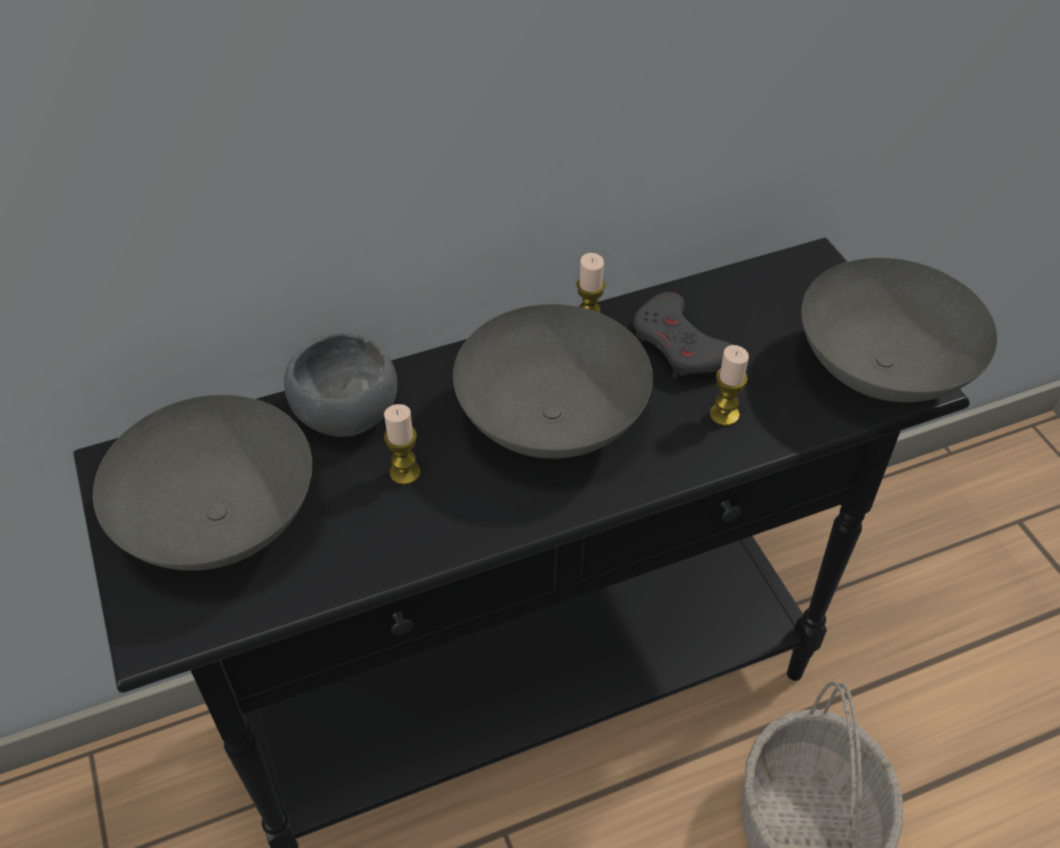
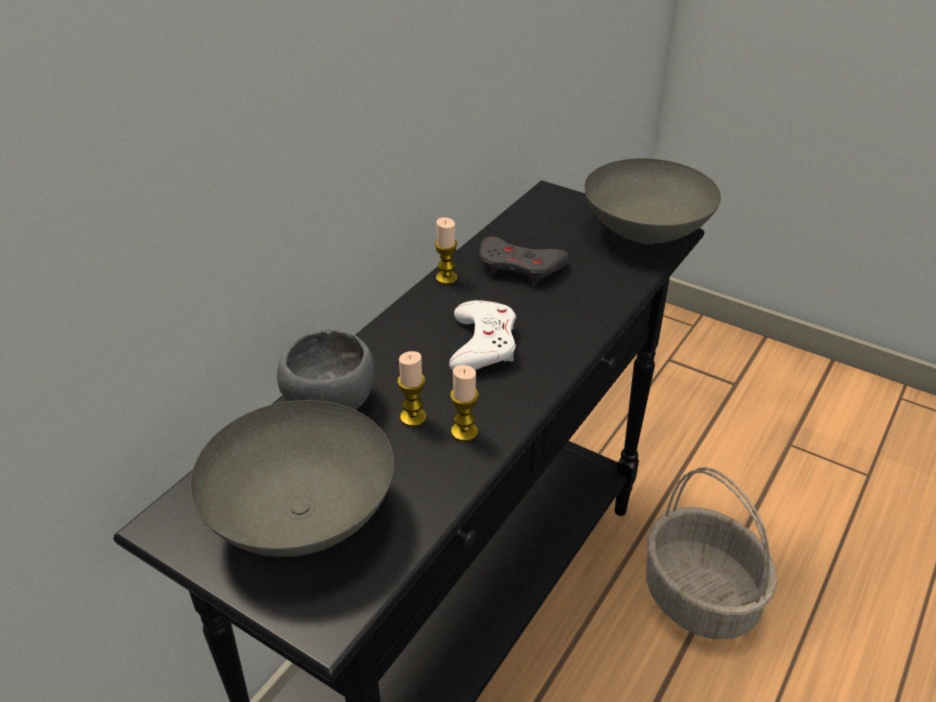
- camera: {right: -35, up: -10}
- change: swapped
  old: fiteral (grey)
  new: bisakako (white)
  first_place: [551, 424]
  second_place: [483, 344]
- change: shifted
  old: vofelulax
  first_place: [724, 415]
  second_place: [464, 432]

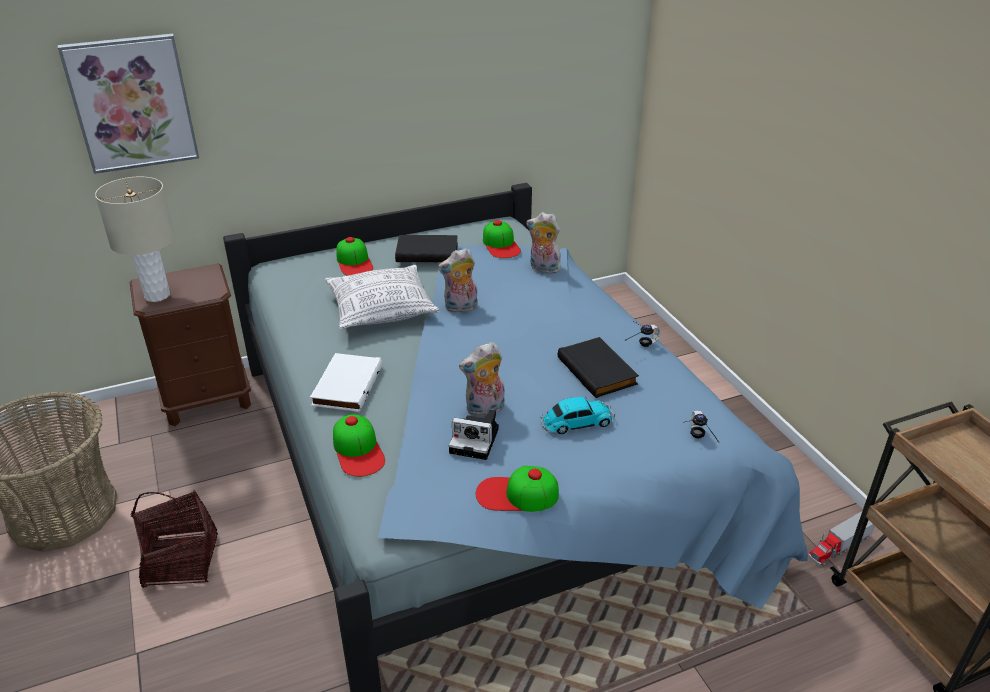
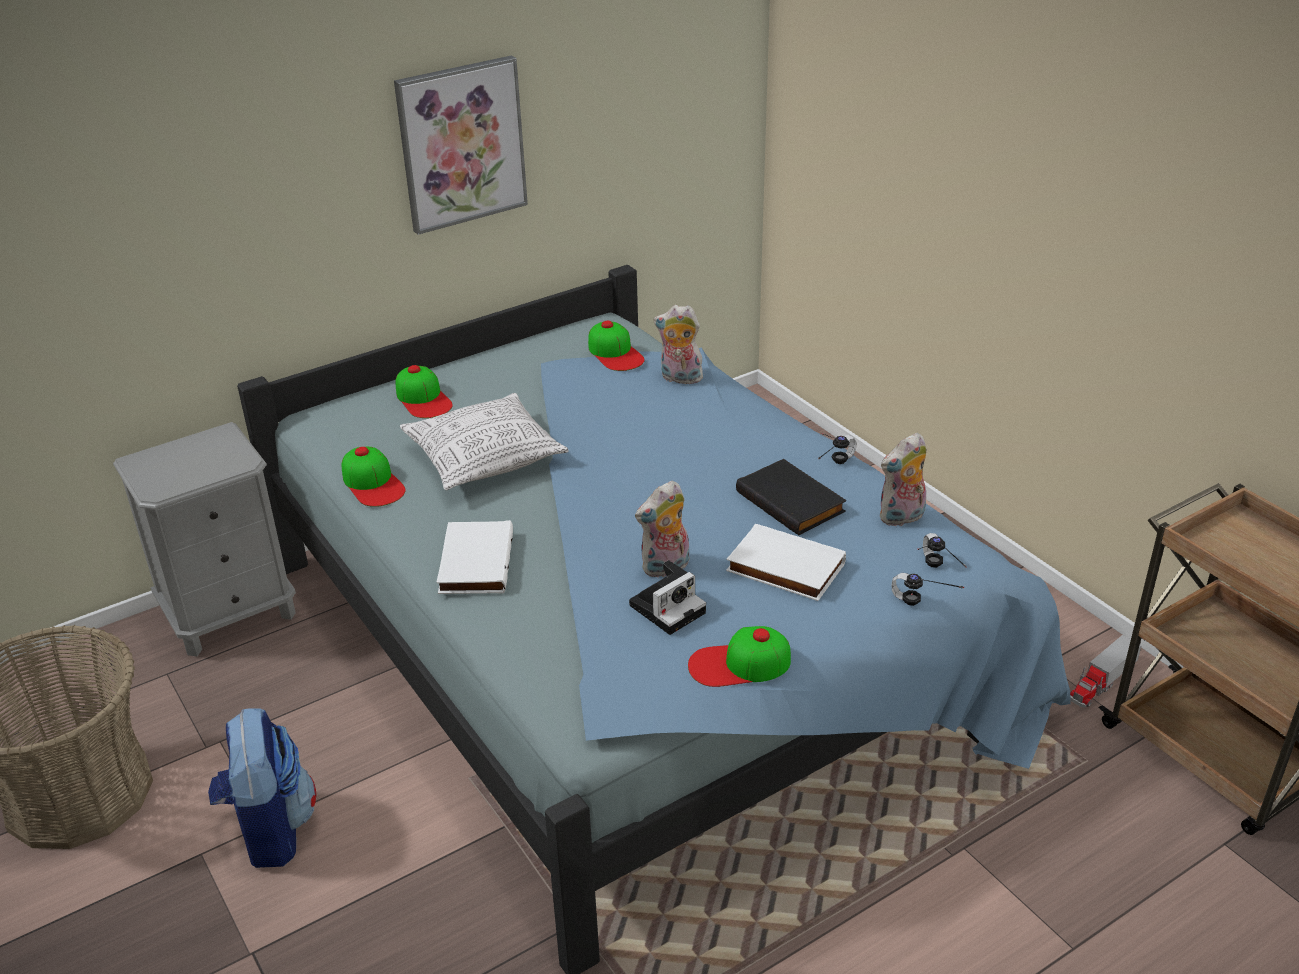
- camera: {right: -10, up: 0}
- change: repainted
  old: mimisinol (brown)
  new: mimisinol (grey)
  first_place: [207, 399]
  second_place: [230, 614]
- change: swapped
  old: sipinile
  new: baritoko
  first_place: [181, 560]
  second_place: [270, 829]
- change: shifted
  old: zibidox
  first_place: [358, 450]
  second_place: [373, 483]
- change: shifted
  old: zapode
  first_place: [132, 103]
  second_place: [461, 144]
- change: rotated
  old: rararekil
  first_place: [476, 440]
  second_place: [668, 607]
  degrees: -45
- change: swapped
  old: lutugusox
  new: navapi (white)
  first_place: [576, 423]
  second_place: [783, 569]
- change: shifted
  old: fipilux
  first_place: [460, 308]
  second_place: [902, 518]
- change: new
  new: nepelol
  second_place: [920, 609]
- change: gone
  old: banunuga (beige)
  first_place: [157, 295]
- change: gone
  old: navapi (black)
  first_place: [427, 252]

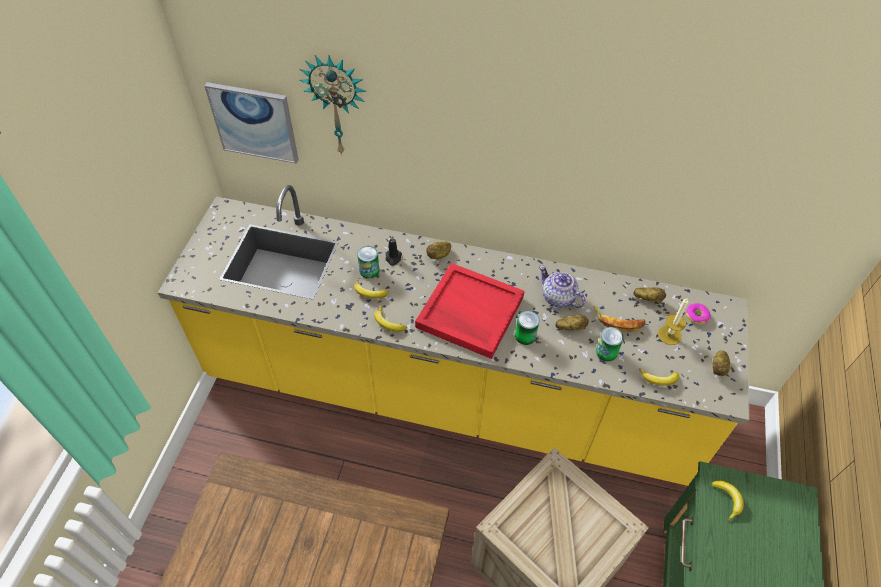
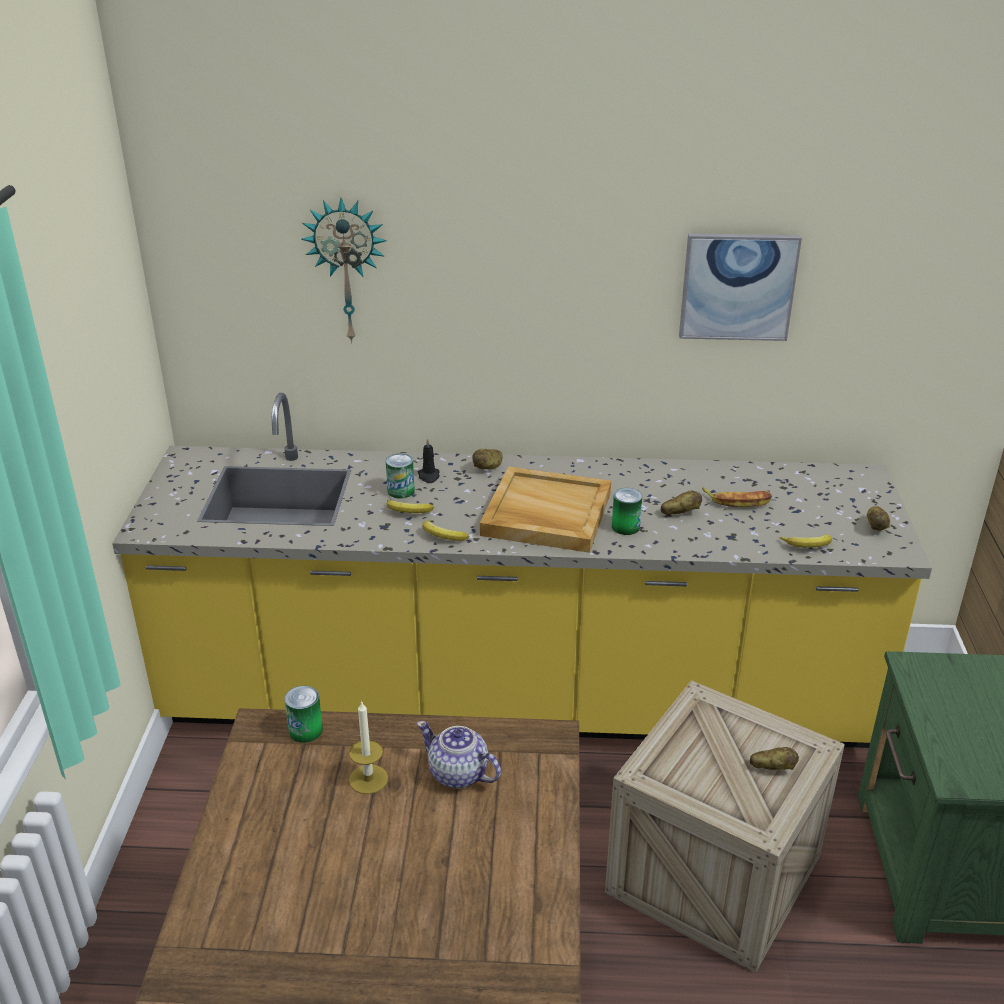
- camera: {right: -10, up: -20}
- change: shifted
  old: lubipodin
  first_place: [606, 352]
  second_place: [305, 730]
- change: shifted
  old: vofelulax
  first_place: [669, 335]
  second_place: [368, 779]
- change: shifted
  old: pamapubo
  first_place: [558, 298]
  second_place: [458, 774]
- change: repainted
  old: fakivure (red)
  new: fakivure (beige)
  first_place: [469, 312]
  second_place: [545, 514]
- change: shifted
  old: zapode
  first_place: [254, 122]
  second_place: [738, 286]
- change: shifted
  old: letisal
  first_place: [647, 299]
  second_place: [772, 768]
- change: gone
  old: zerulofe
  first_place: [696, 316]
- change: gone
  old: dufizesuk
  first_place: [727, 499]

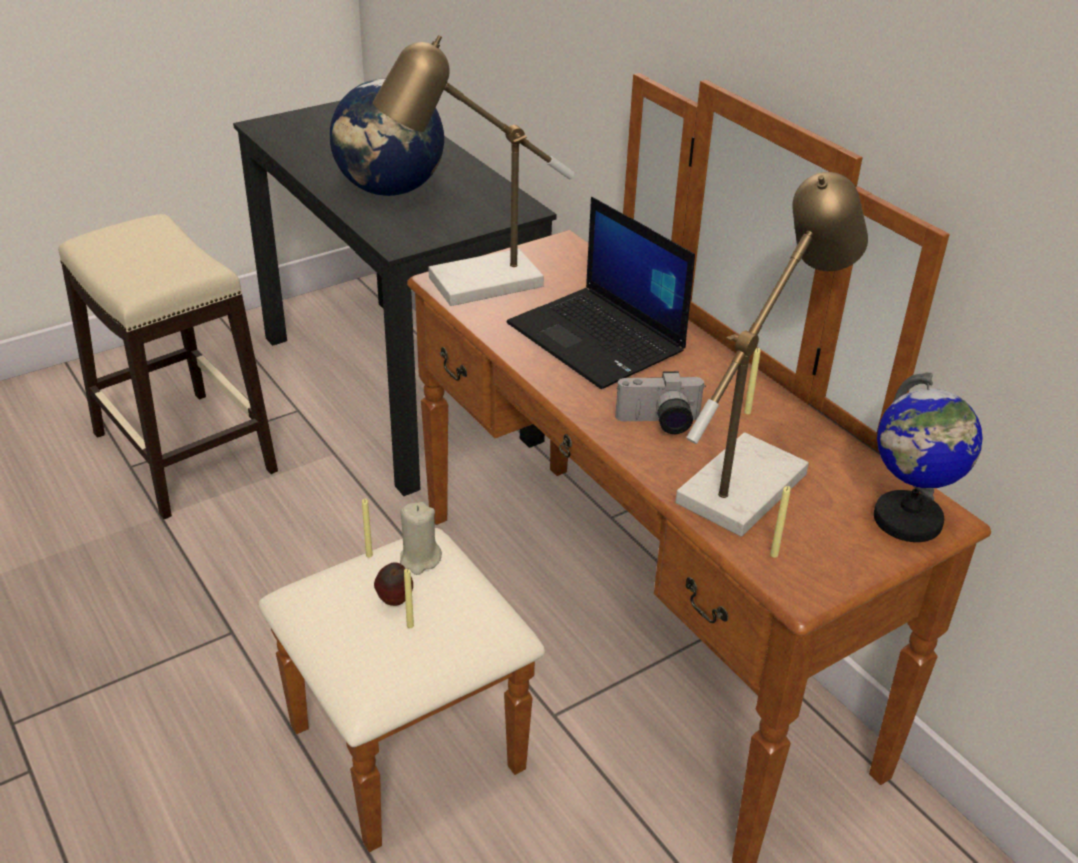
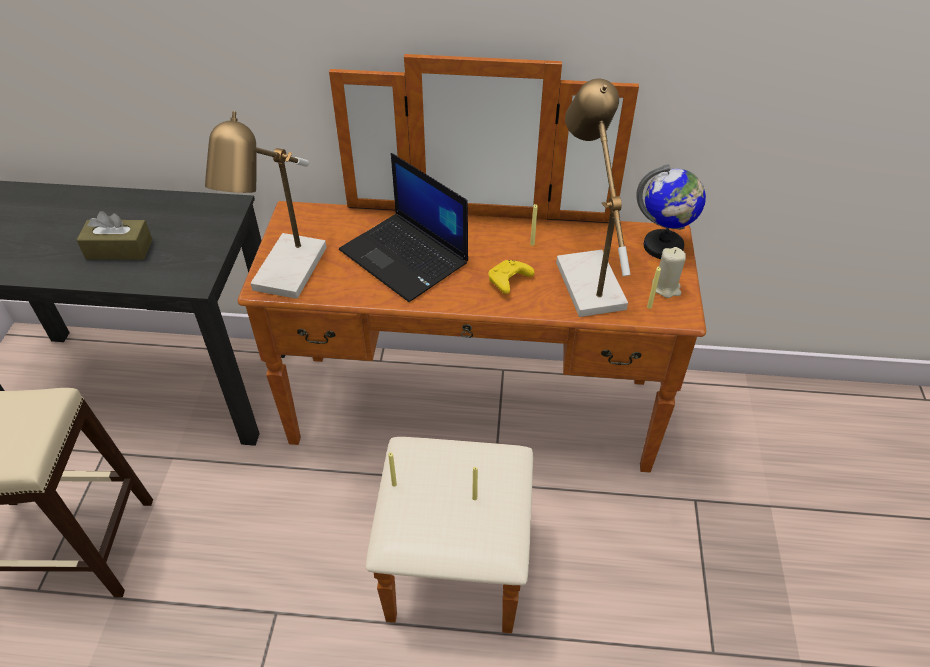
- camera: {right: -50, up: 10}
- change: swapped
  old: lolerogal
  new: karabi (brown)
  first_place: [390, 190]
  second_place: [119, 249]
- change: rotated
  old: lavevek
  first_place: [598, 338]
  second_place: [406, 257]
  degrees: 45
- change: swapped
  old: rararekil
  new: bisakako (yellow)
  first_place: [659, 423]
  second_place: [508, 282]
- change: shifted
  old: vofelulax (beige)
  first_place: [419, 559]
  second_place: [666, 288]
- change: gone
  old: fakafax
  first_place: [394, 602]

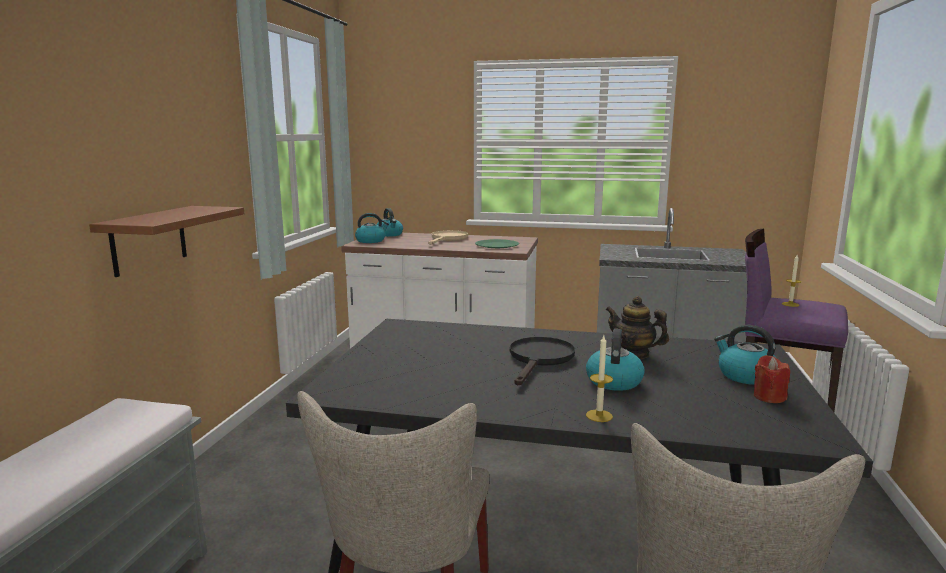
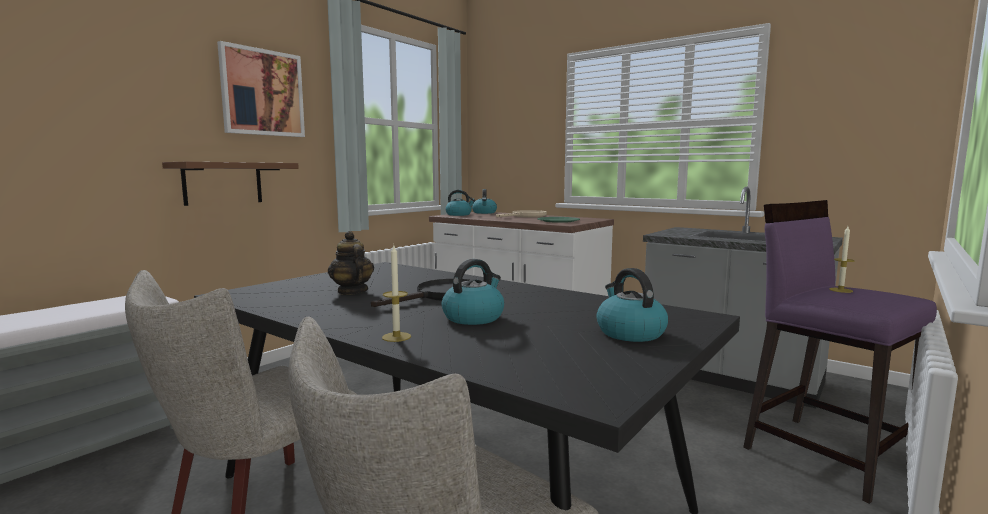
- camera: {right: 25, up: -5}
- change: new
  new: zapode
  second_place: [262, 93]
- change: shifted
  old: pamapubo
  first_place: [633, 354]
  second_place: [352, 292]
- change: gone
  old: vofelulax (red)
  first_place: [769, 397]

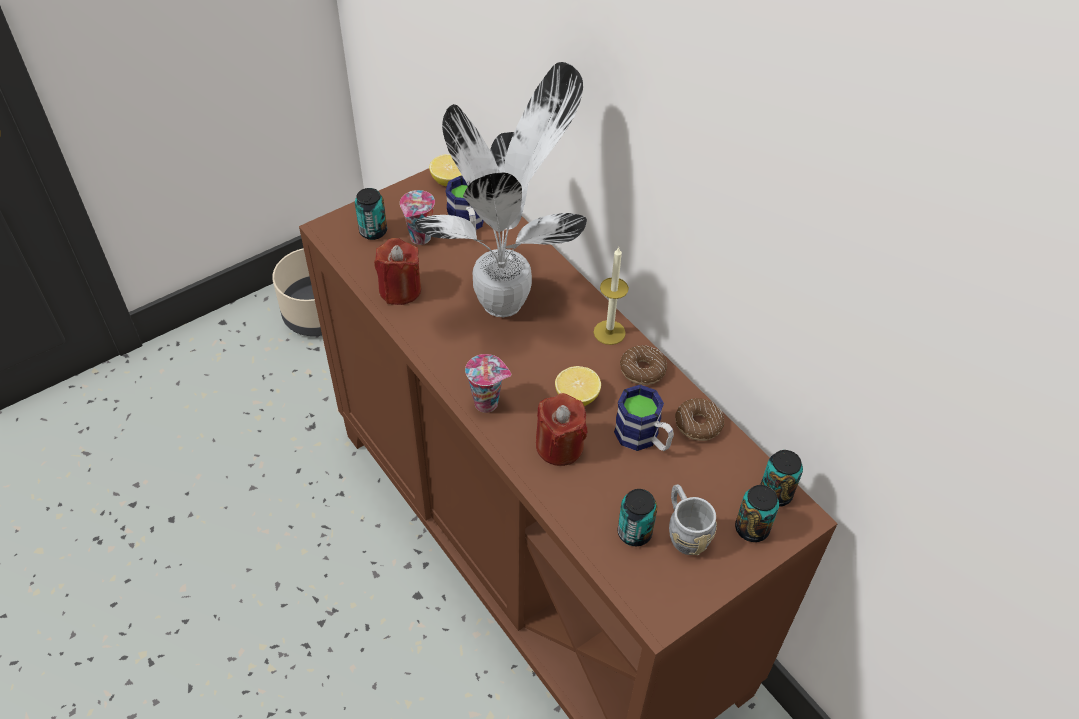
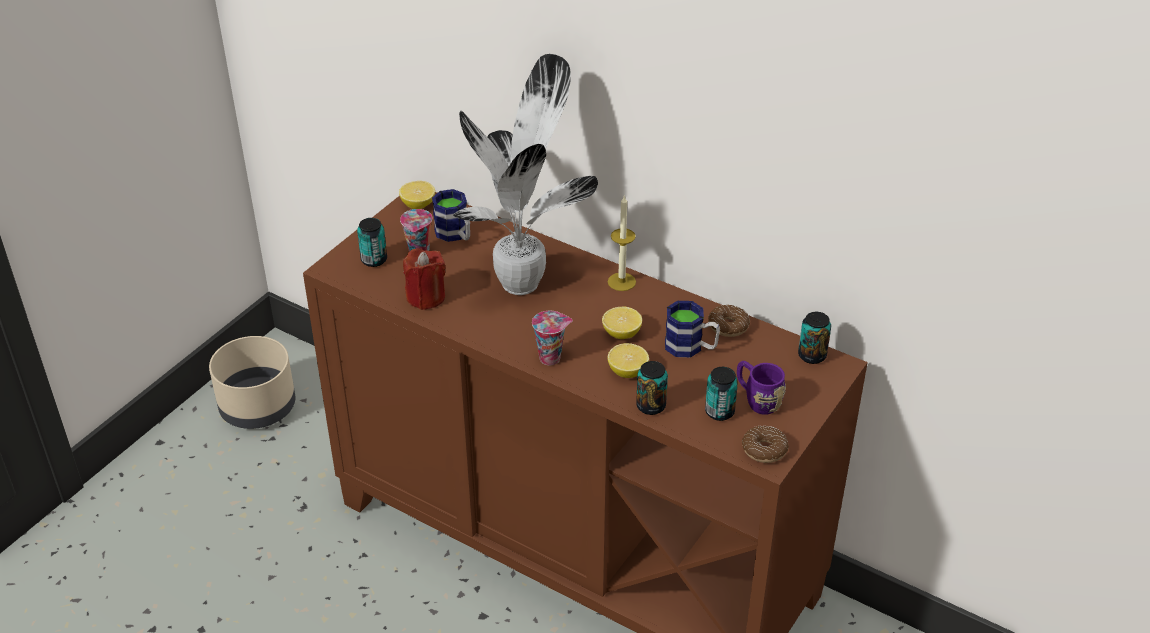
- camera: {right: -20, up: -10}
- change: swapped
  old: vofelulax (red)
  new: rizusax
  first_place: [559, 446]
  second_place: [627, 371]
- change: shifted
  old: lubipodin
  first_place: [752, 528]
  second_place: [651, 406]
- change: repainted
  old: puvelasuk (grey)
  new: puvelasuk (purple)
  first_place: [684, 531]
  second_place: [757, 399]
- change: shifted
  old: zerulofe
  first_place: [642, 370]
  second_place: [764, 450]

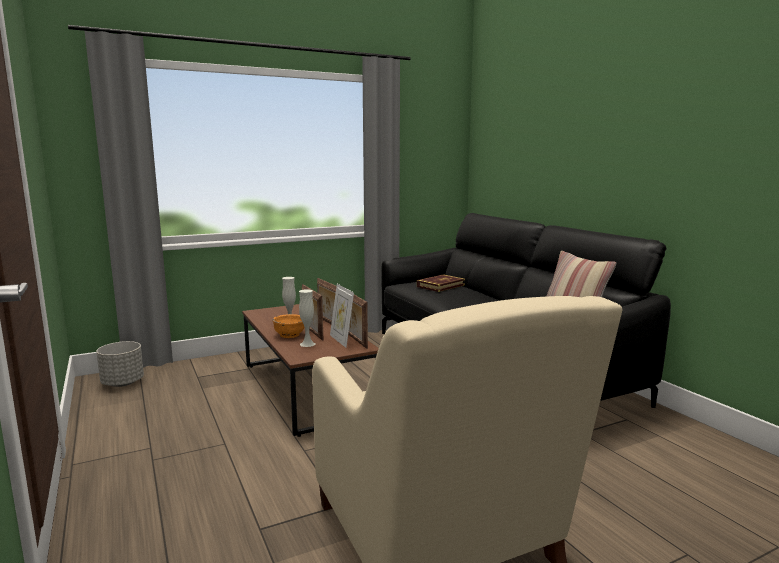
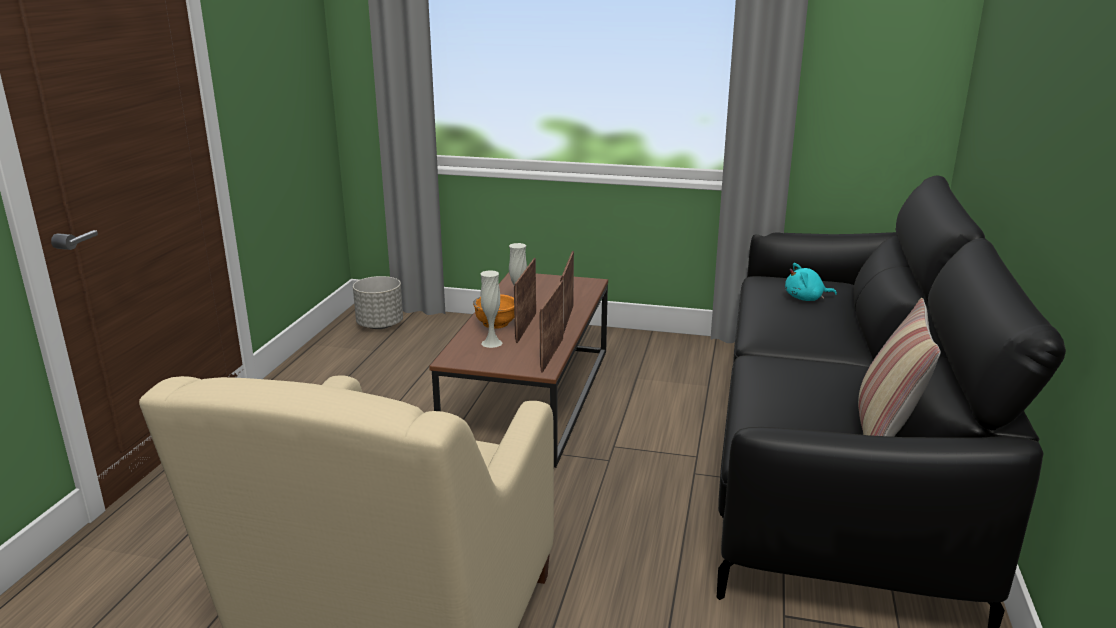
- camera: {right: 40, up: 10}
- change: swapped
  old: navapi
  new: fipilux (turquoise)
  first_place: [440, 286]
  second_place: [806, 298]
- change: gone
  old: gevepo
  first_place: [342, 340]

